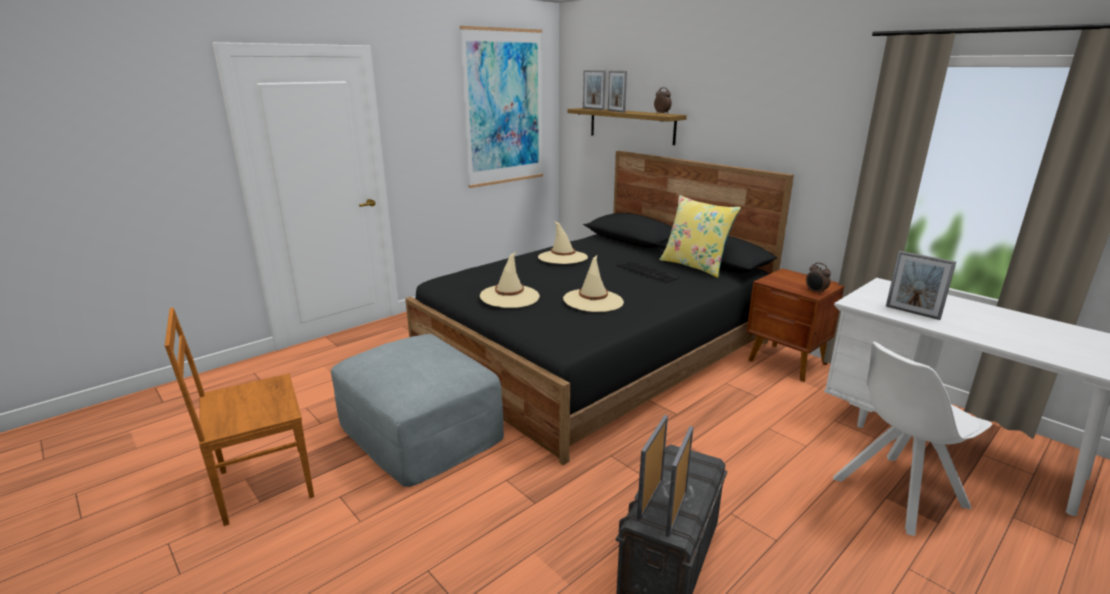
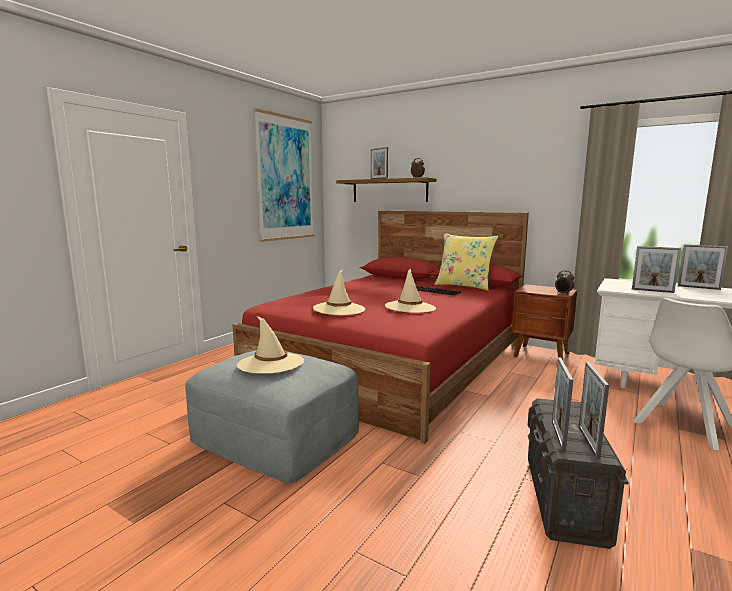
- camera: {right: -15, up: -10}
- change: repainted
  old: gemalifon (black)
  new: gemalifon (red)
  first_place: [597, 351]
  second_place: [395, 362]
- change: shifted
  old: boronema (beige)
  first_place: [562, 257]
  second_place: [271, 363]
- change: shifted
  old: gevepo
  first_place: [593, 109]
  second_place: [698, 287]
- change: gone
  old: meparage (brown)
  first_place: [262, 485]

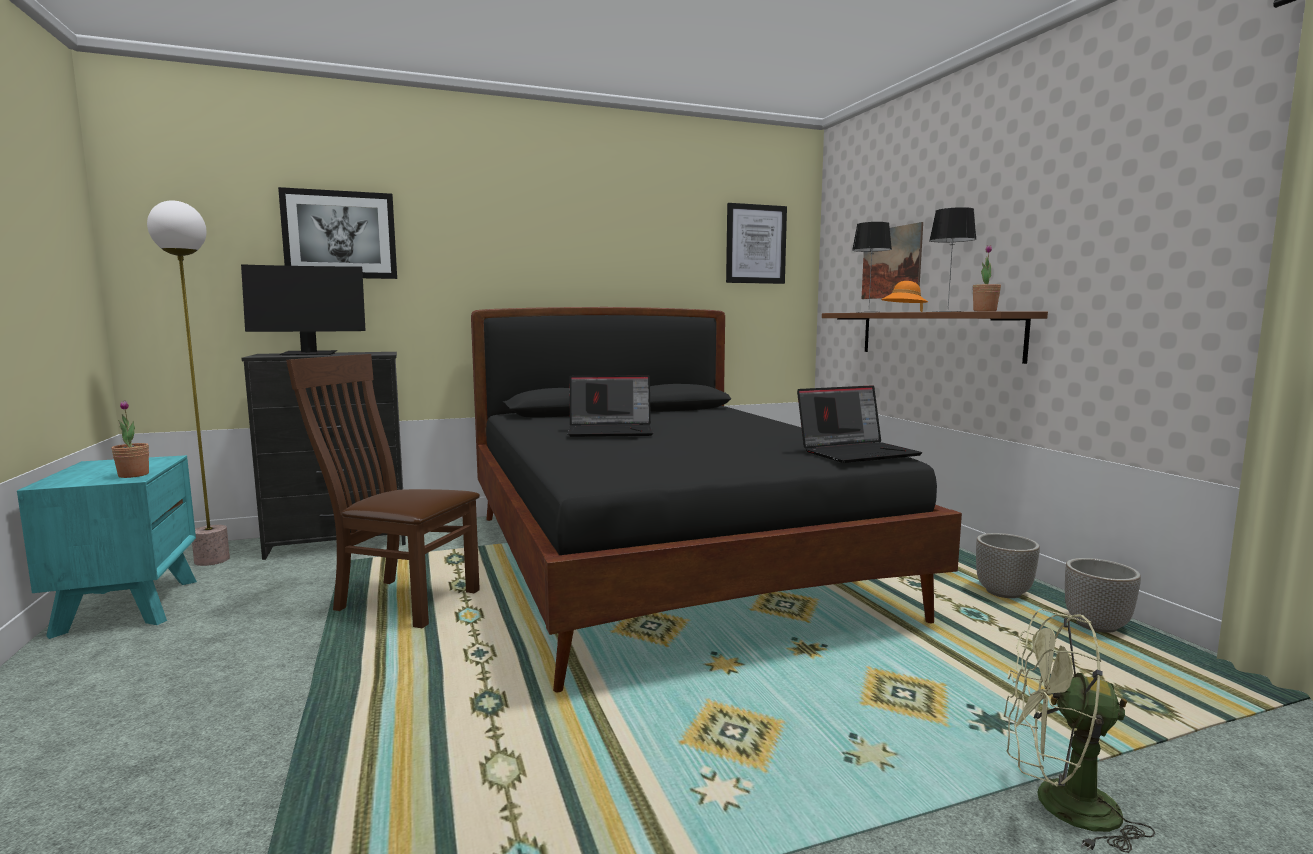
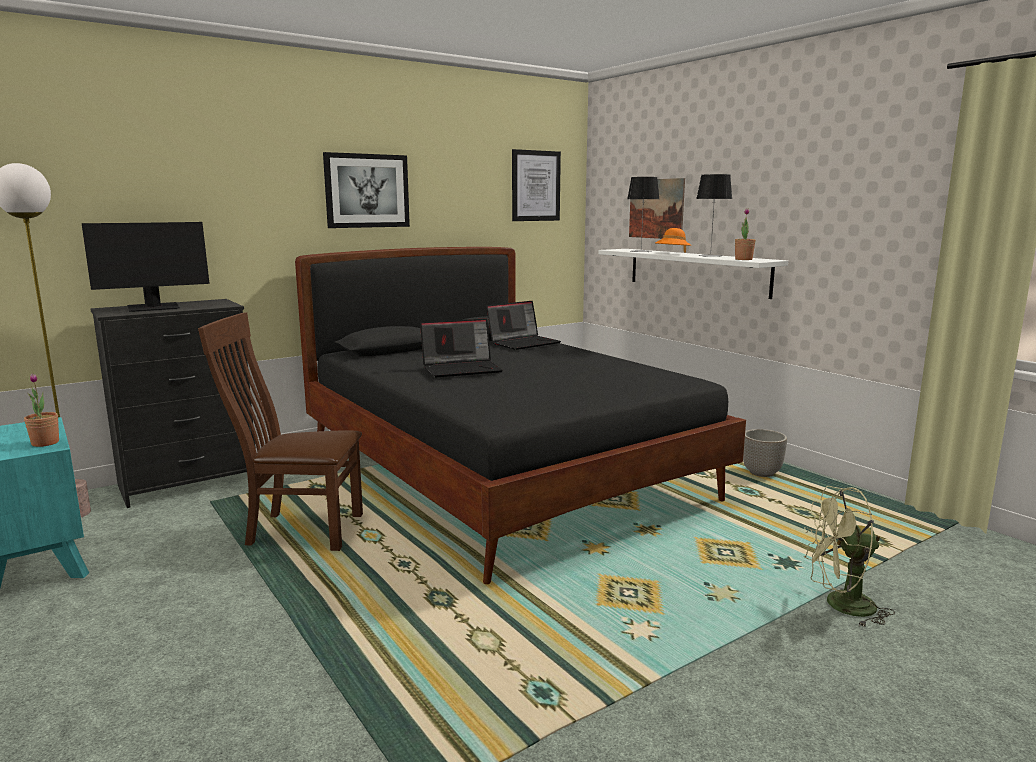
- camera: {right: -15, up: 5}
- change: shifted
  old: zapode
  first_place: [340, 235]
  second_place: [367, 191]
- change: shifted
  old: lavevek
  first_place: [857, 452]
  second_place: [524, 343]
- change: repainted
  old: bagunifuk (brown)
  new: bagunifuk (white)
  first_place: [935, 334]
  second_place: [696, 271]
- change: gone
  old: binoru
  first_place: [1097, 626]

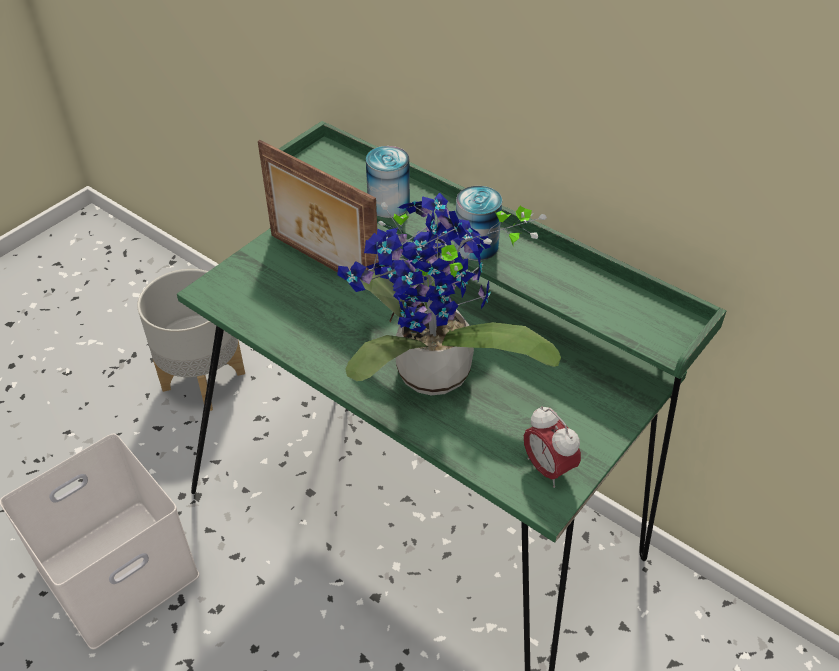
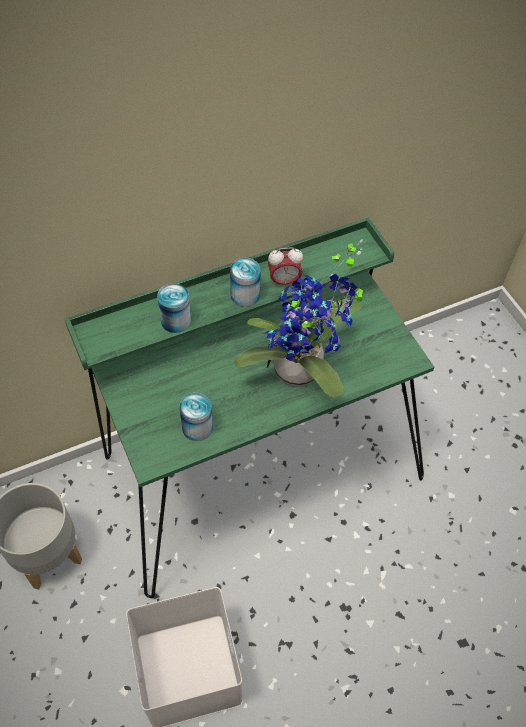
- camera: {right: -65, up: 10}
- change: new
  new: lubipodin
  second_place: [197, 427]
- change: shifted
  old: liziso
  first_place: [547, 468]
  second_place: [284, 281]
- change: gone
  old: gevepo
  first_place: [322, 265]

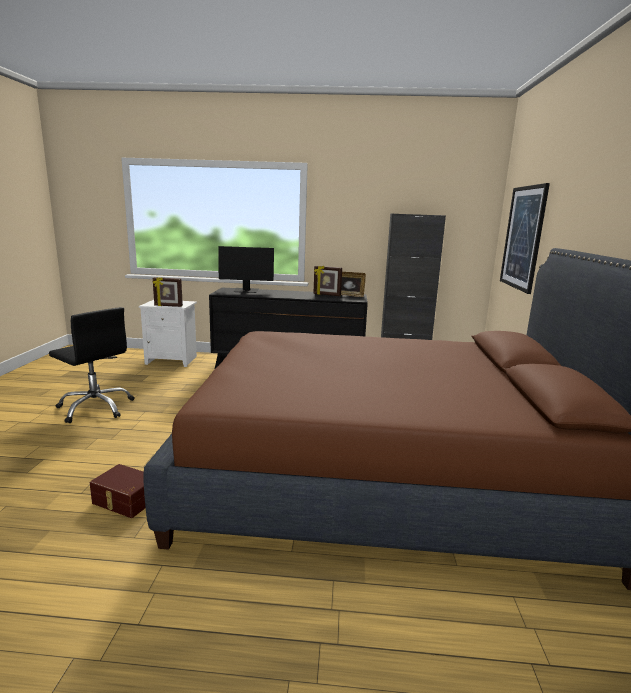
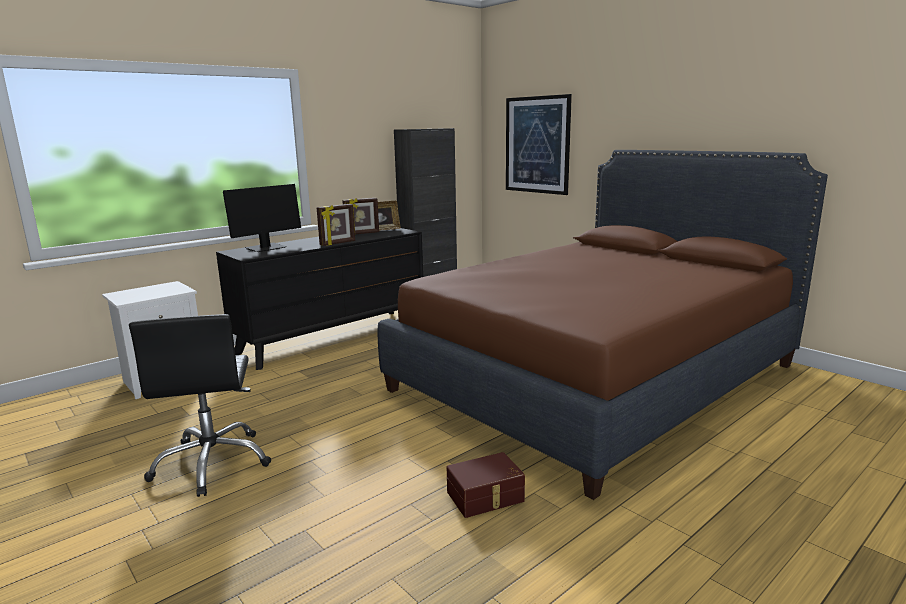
- camera: {right: -45, up: 0}
- change: rotated
  old: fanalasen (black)
  first_place: [96, 407]
  second_place: [212, 463]
  degrees: 90
- change: shifted
  old: gevepo
  first_place: [168, 306]
  second_place: [338, 243]

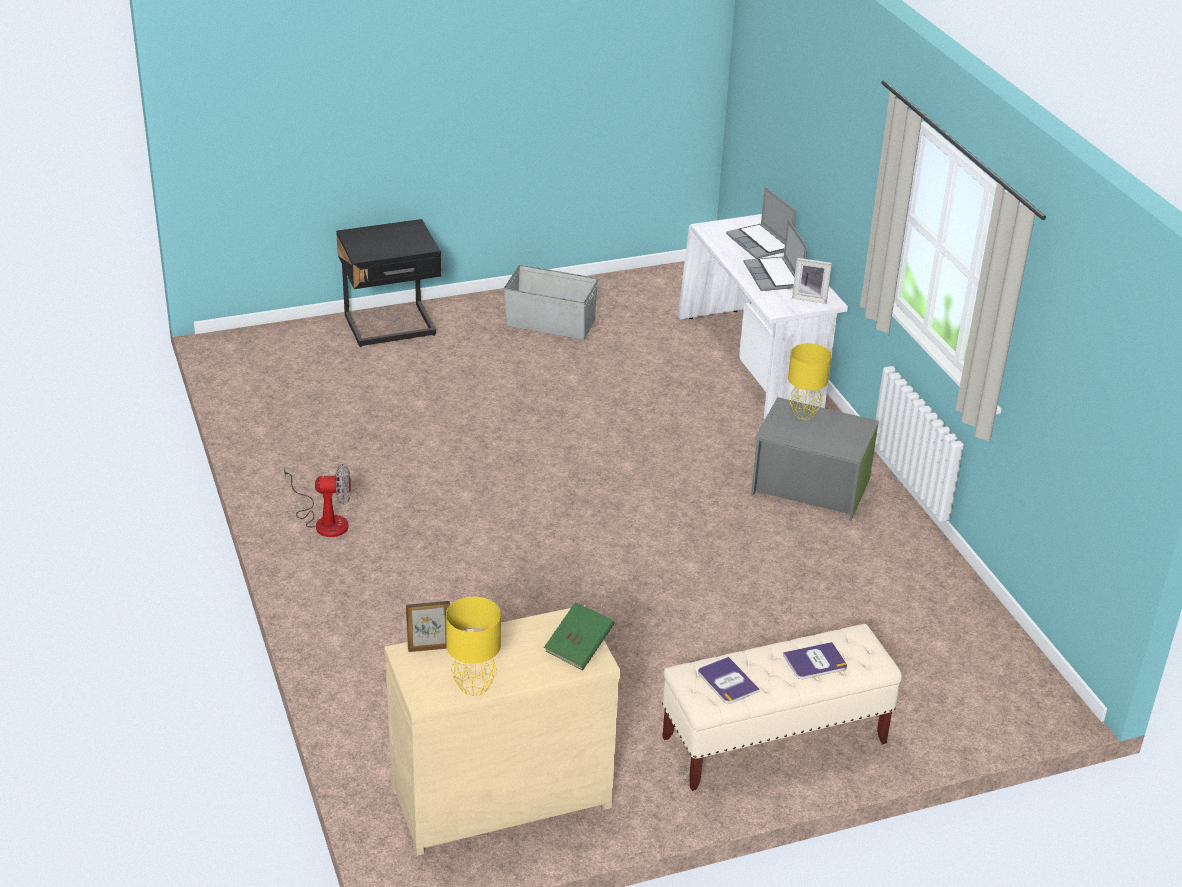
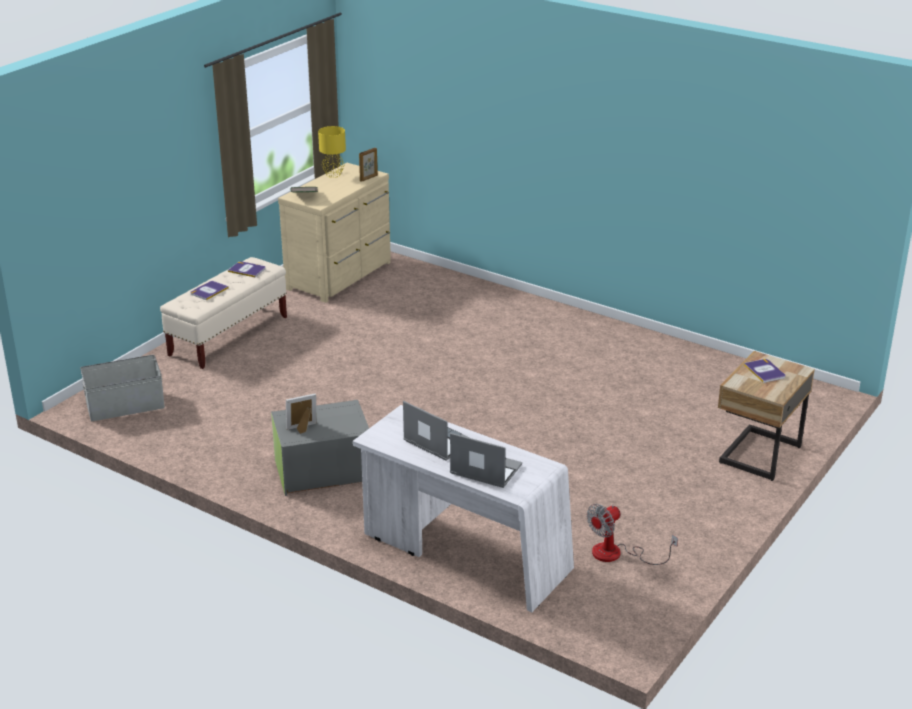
- camera: {right: 145, up: -5}
- change: shifted
  old: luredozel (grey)
  first_place: [550, 323]
  second_place: [125, 406]
- change: shifted
  old: gevepo
  first_place: [810, 297]
  second_place: [303, 429]
- change: shifted
  old: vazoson
  first_place: [324, 521]
  second_place: [617, 554]
- change: repainted
  old: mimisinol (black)
  new: mimisinol (beige)
  first_place: [391, 327]
  second_place: [757, 454]
- change: new
  new: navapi
  second_place: [764, 371]
- change: gone
  old: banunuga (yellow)
  first_place: [804, 413]

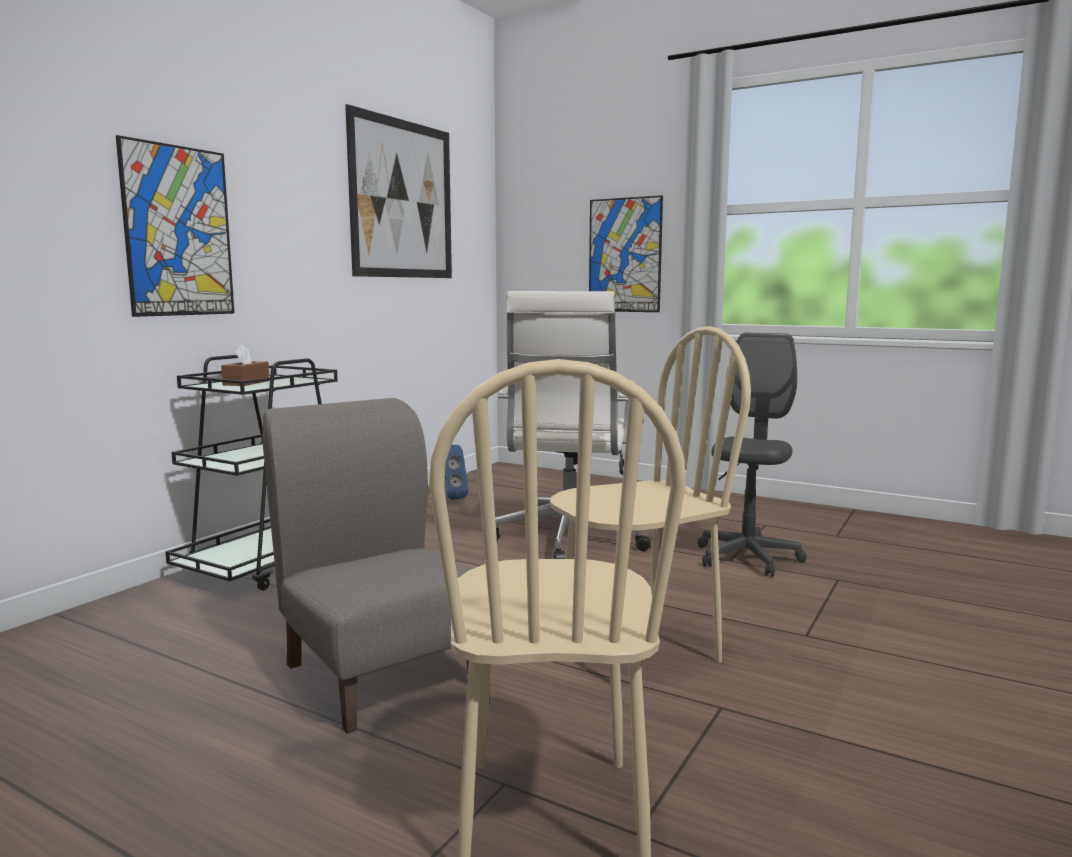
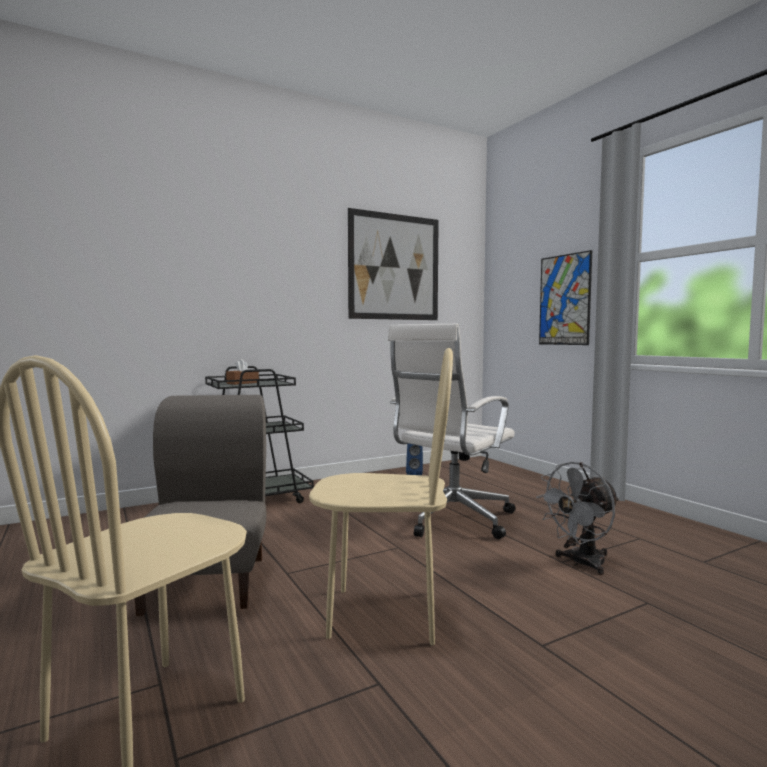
- camera: {right: 30, up: -5}
- change: swapped
  old: fanalasen (grey)
  new: vazoson (grey)
  first_place: [747, 558]
  second_place: [581, 563]
- change: gone
  old: zapode
  first_place: [178, 231]

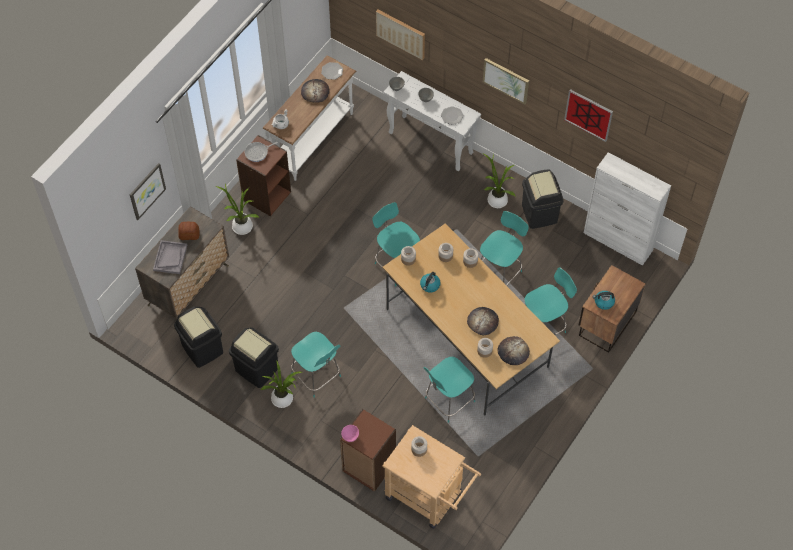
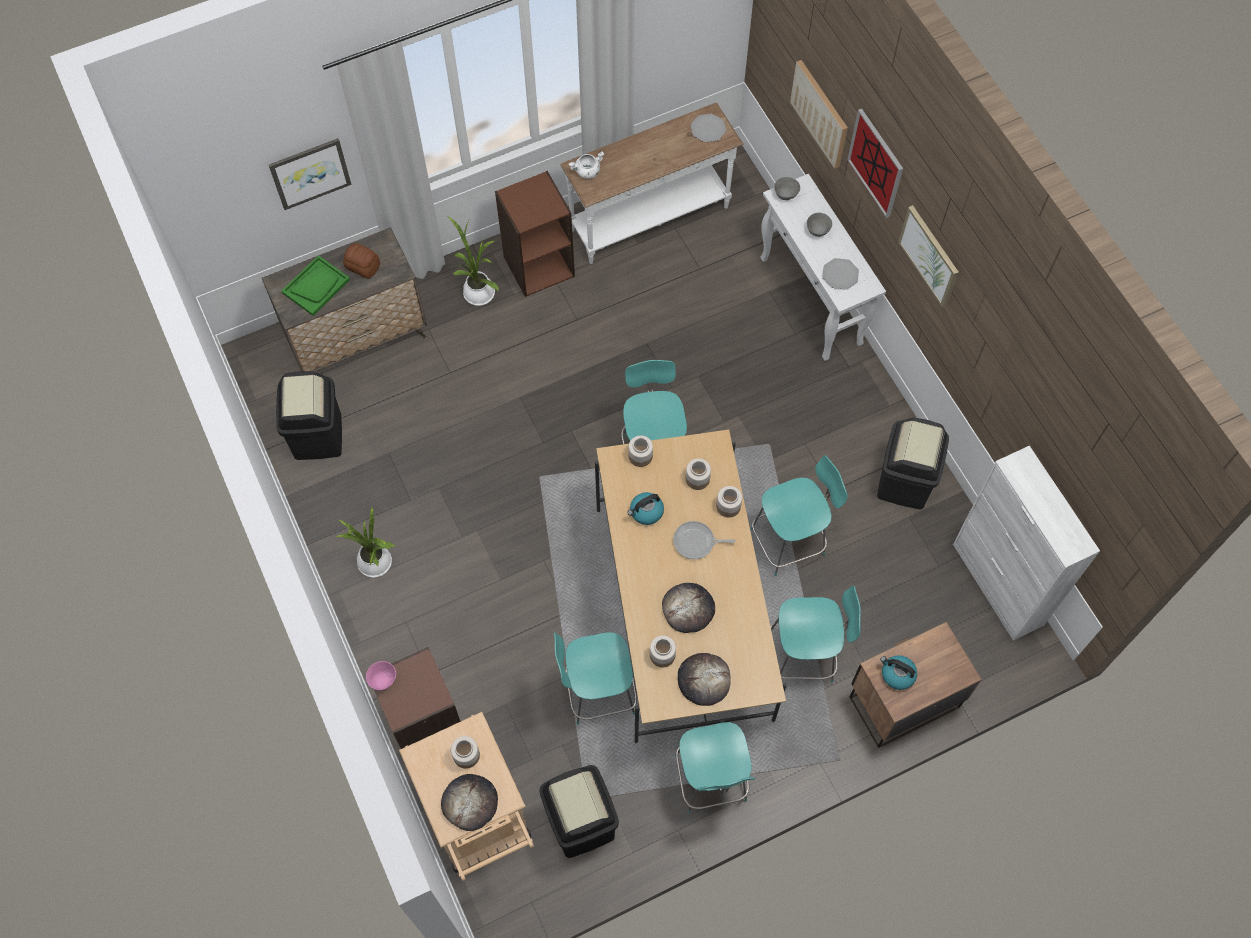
- camera: {right: 30, up: 5}
- change: repainted
  old: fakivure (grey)
  new: fakivure (green)
  first_place: [170, 257]
  second_place: [316, 286]
- change: shifted
  old: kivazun
  first_place: [315, 92]
  second_place: [470, 802]
- change: shifted
  old: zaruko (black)
  first_place: [256, 369]
  second_place: [580, 822]
- change: shifted
  old: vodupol
  first_place: [258, 152]
  second_place: [696, 542]
- change: shifted
  old: meparage (turquoise)
  first_place: [317, 376]
  second_place: [711, 781]
- change: shifted
  old: zapode
  first_place: [588, 114]
  second_place: [876, 163]
- change: gone
  old: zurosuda
  first_place: [496, 199]

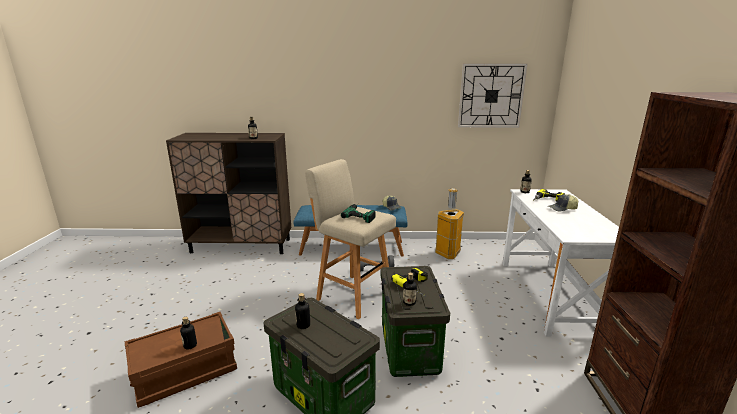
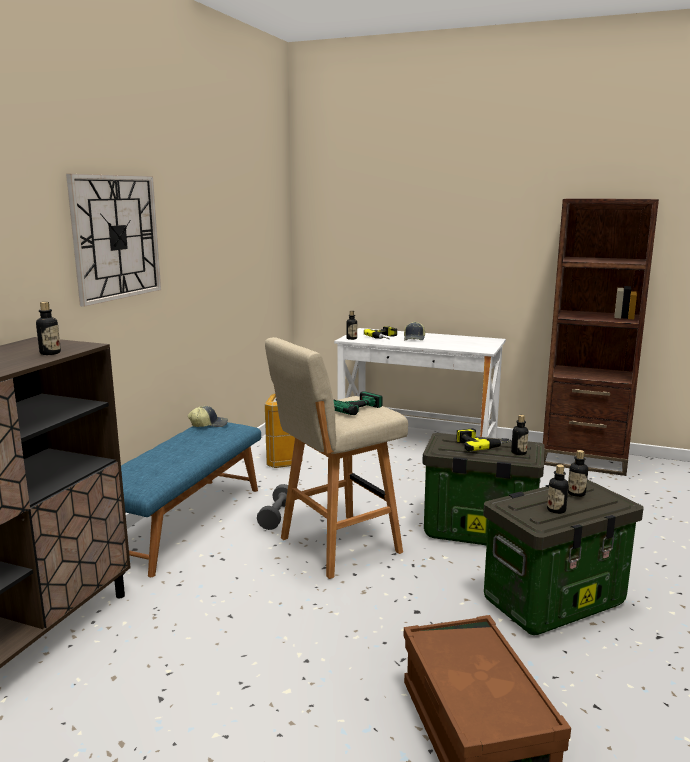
- camera: {right: -70, up: -5}
- change: shifted
  old: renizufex
  first_place: [491, 96]
  second_place: [116, 237]
- change: shifted
  old: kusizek
  first_place: [190, 345]
  second_place: [576, 493]

